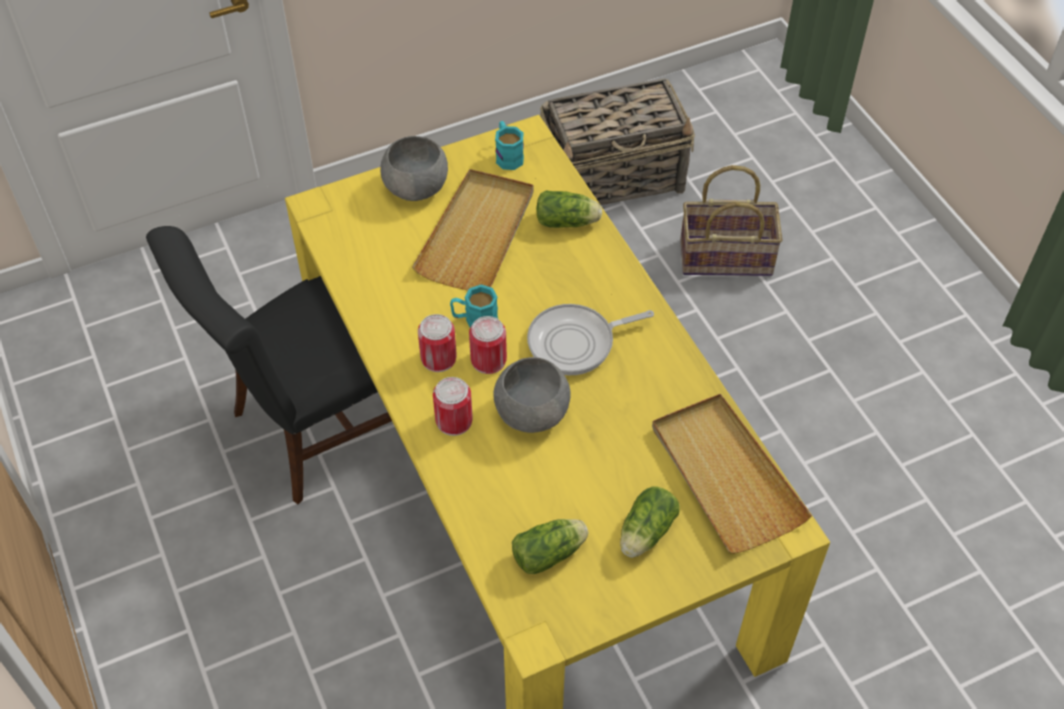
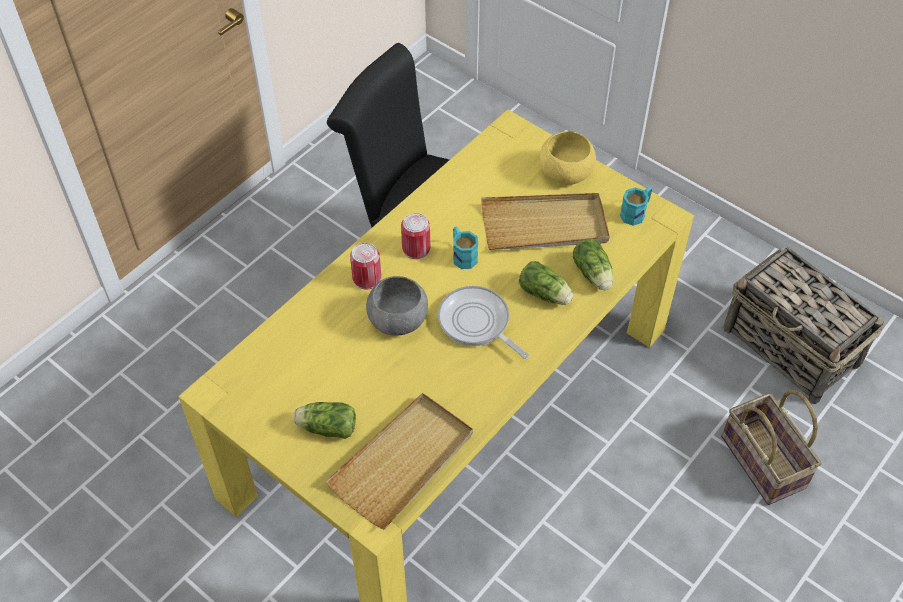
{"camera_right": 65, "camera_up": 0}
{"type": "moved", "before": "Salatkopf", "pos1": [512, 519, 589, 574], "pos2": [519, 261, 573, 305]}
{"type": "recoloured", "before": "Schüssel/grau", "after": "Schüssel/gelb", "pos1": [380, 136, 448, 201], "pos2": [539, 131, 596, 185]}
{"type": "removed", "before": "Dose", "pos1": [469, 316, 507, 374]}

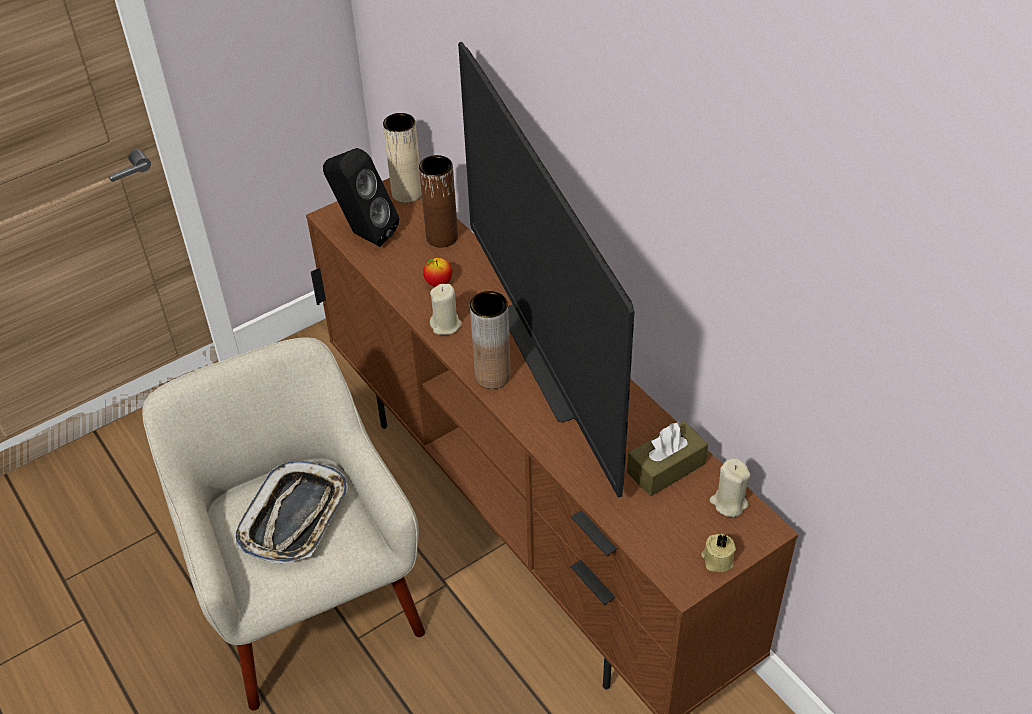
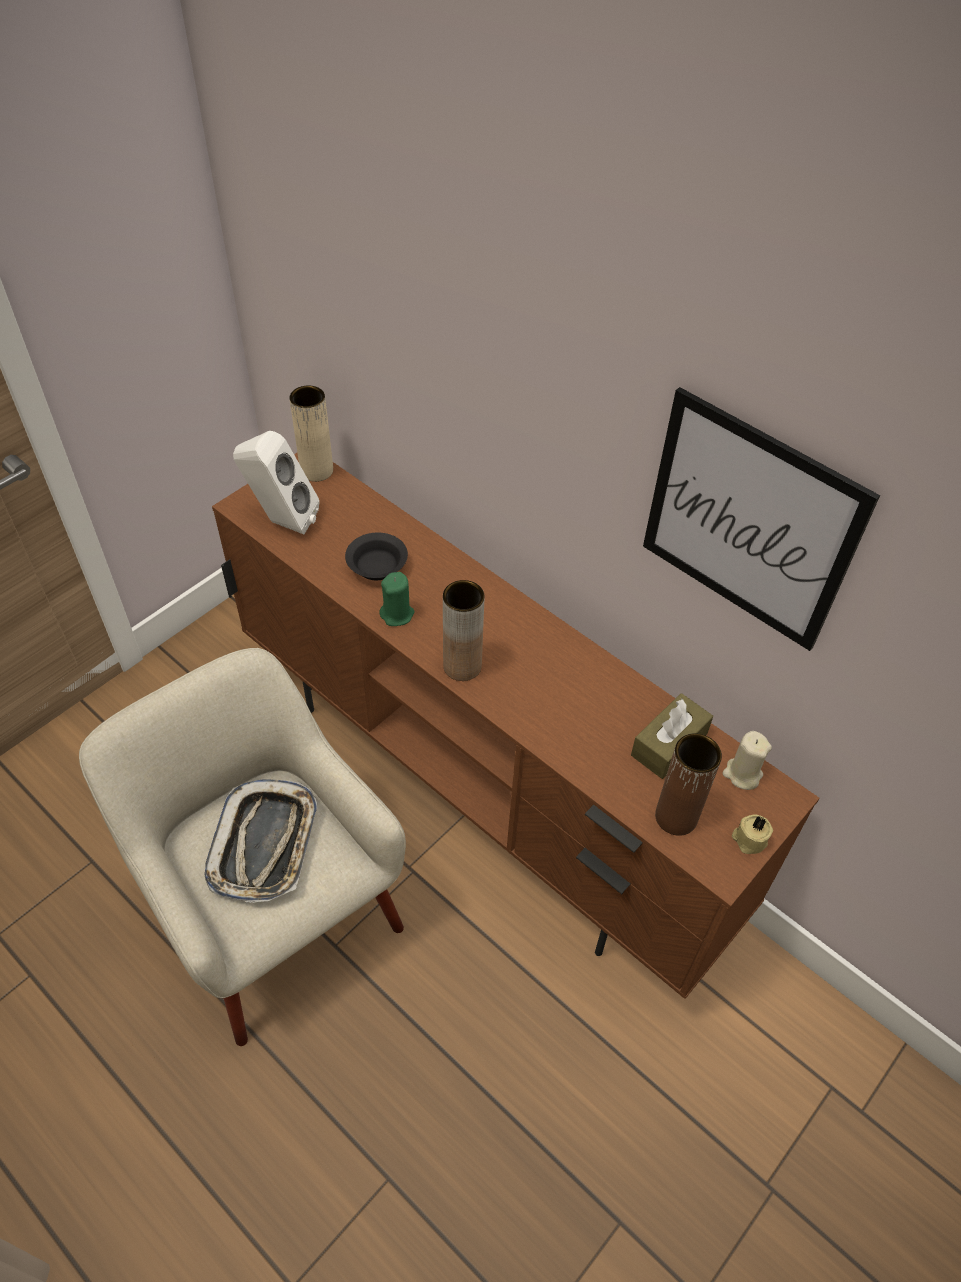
{"camera_right": -15, "camera_up": 5}
{"type": "recoloured", "before": "Lautsprecher/schwarz", "after": "Lautsprecher/weiß", "pos1": [323, 148, 399, 247], "pos2": [233, 431, 320, 535]}
{"type": "replaced", "before": "Apfel", "after": "Schüssel/schwarz", "pos1": [423, 258, 452, 287], "pos2": [345, 532, 408, 580]}
{"type": "recoloured", "before": "Kerze/beige", "after": "Kerze/grün", "pos1": [430, 284, 462, 335], "pos2": [380, 572, 415, 626]}
{"type": "added", "after": "Bild", "pos2": [643, 387, 880, 651]}
{"type": "moved", "before": "Vase/braun", "pos1": [419, 155, 458, 248], "pos2": [655, 733, 722, 836]}
{"type": "removed", "before": "Fernseher", "pos1": [458, 42, 635, 497]}

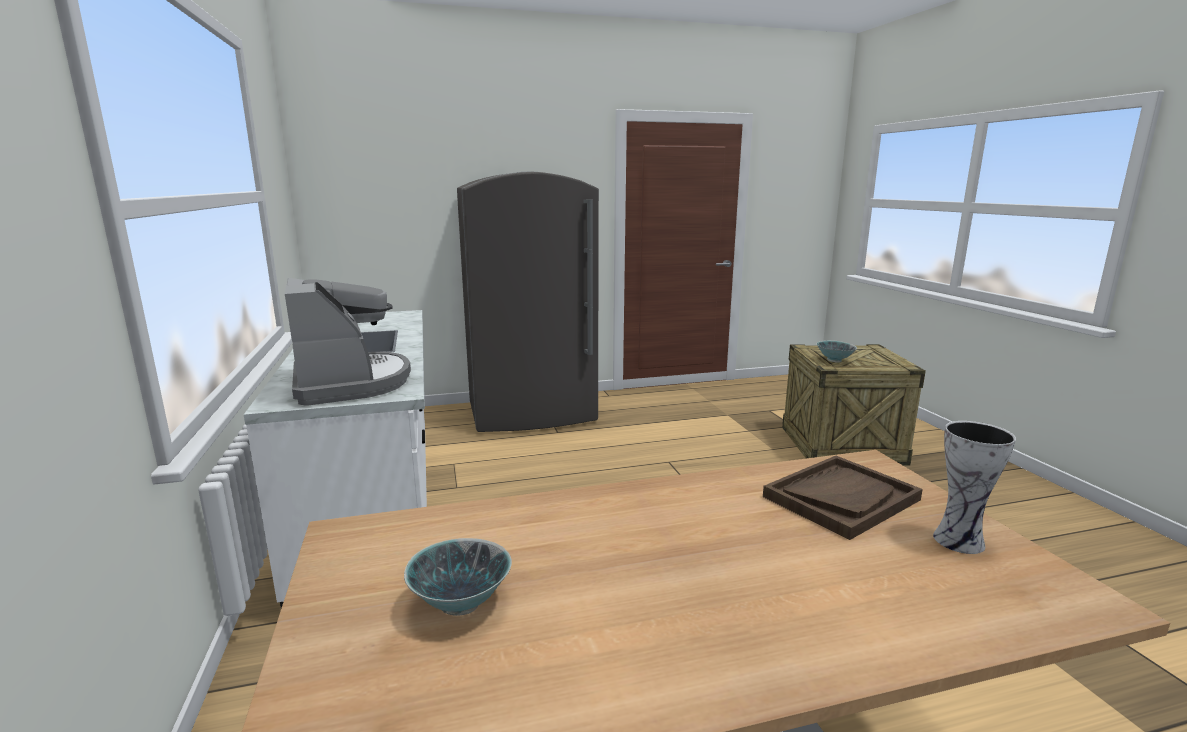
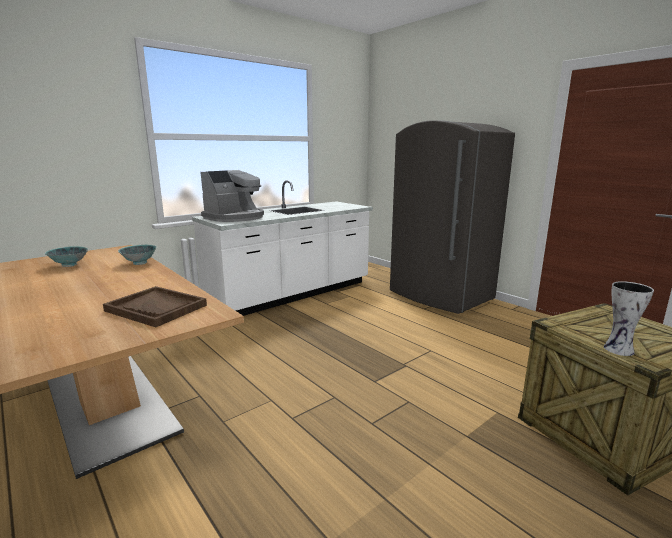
{"camera_right": 65, "camera_up": 0}
{"type": "moved", "before": "Schüssel", "pos1": [817, 340, 857, 362], "pos2": [118, 244, 157, 265]}
{"type": "moved", "before": "Vase", "pos1": [933, 421, 1016, 554], "pos2": [604, 281, 654, 356]}

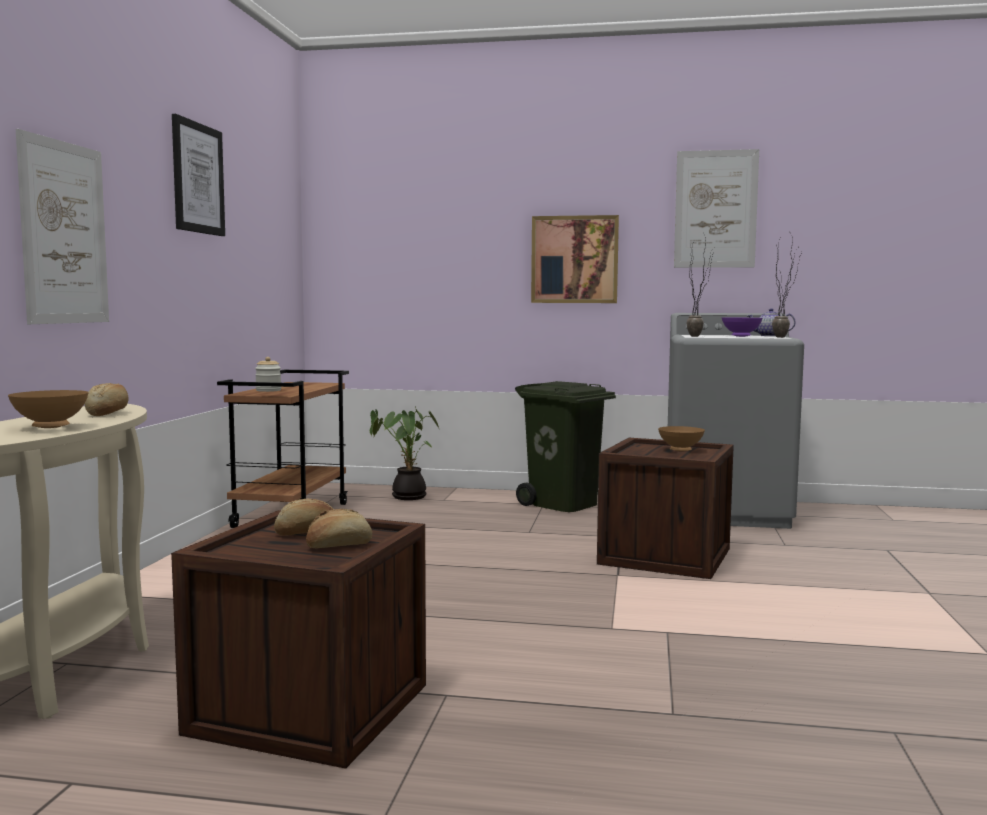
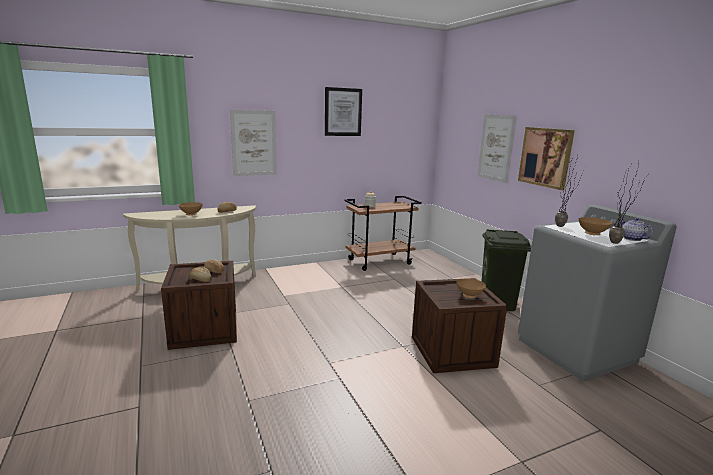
{"camera_right": 55, "camera_up": 10}
{"type": "moved", "before": "Bild", "pos1": [674, 149, 759, 268], "pos2": [477, 114, 517, 183]}
{"type": "recoloured", "before": "Schüssel/lila", "after": "Schüssel/braun", "pos1": [722, 318, 762, 337], "pos2": [579, 217, 612, 235]}
{"type": "removed", "before": "Topfpflanze", "pos1": [370, 406, 439, 500]}

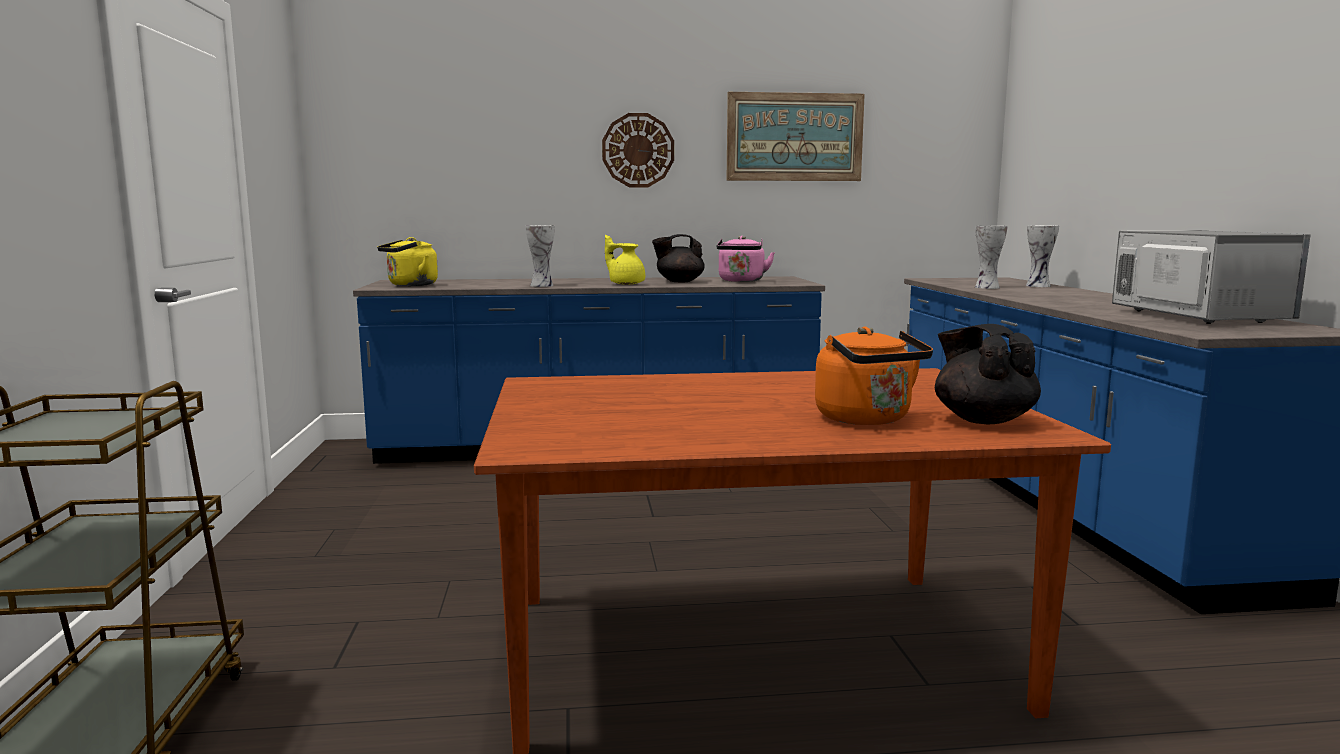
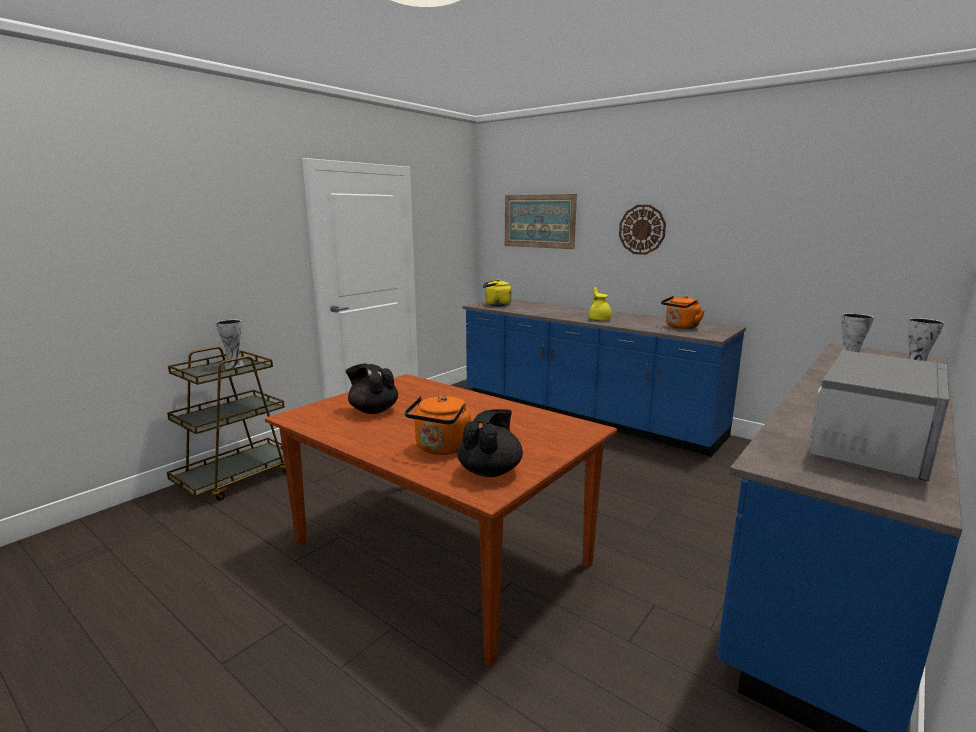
{"camera_right": 45, "camera_up": 5}
{"type": "moved", "before": "Vase", "pos1": [525, 225, 555, 287], "pos2": [216, 319, 244, 369]}
{"type": "moved", "before": "Teekanne/schwarz", "pos1": [652, 234, 705, 283], "pos2": [346, 364, 398, 414]}
{"type": "moved", "before": "Bild", "pos1": [727, 92, 865, 181], "pos2": [505, 194, 577, 249]}
{"type": "recoloured", "before": "Wasserkessel/rosa", "after": "Wasserkessel/orange", "pos1": [717, 236, 775, 282], "pos2": [661, 296, 705, 329]}

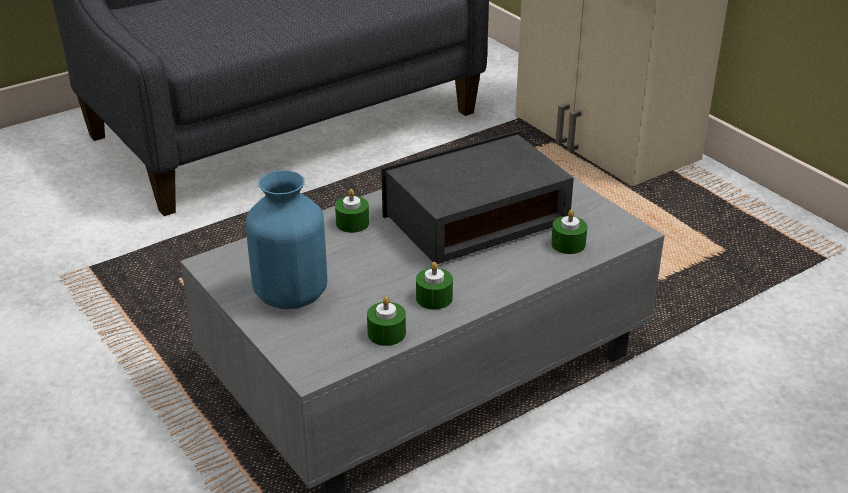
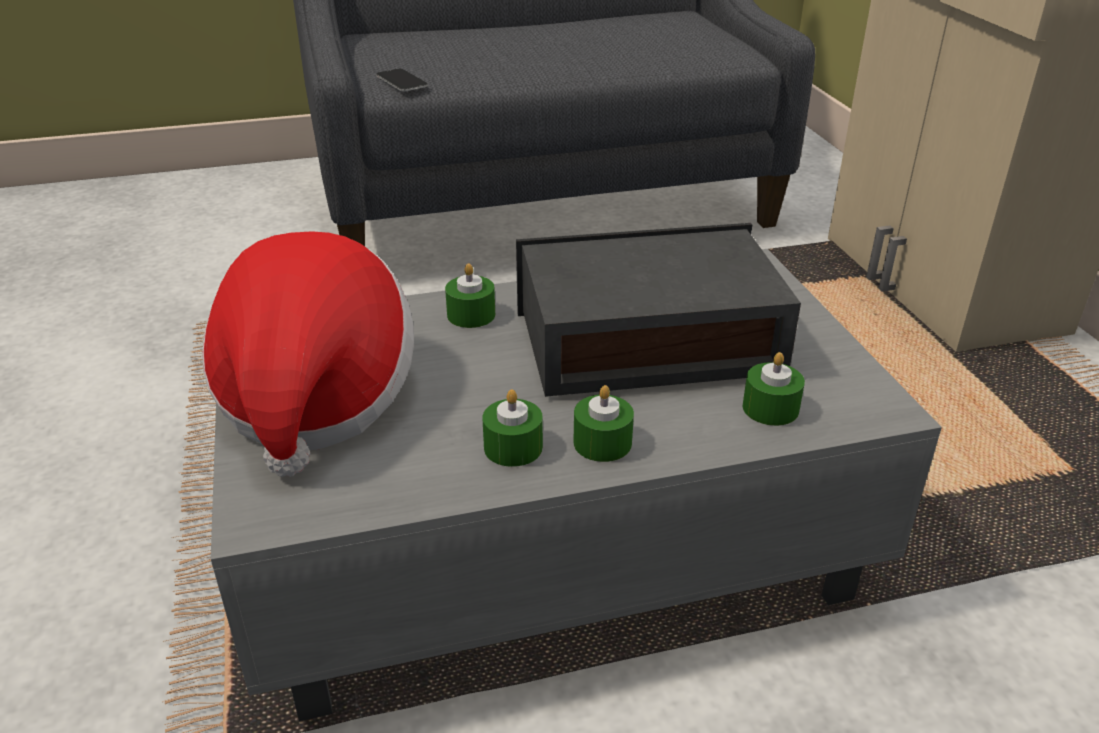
{"camera_right": 20, "camera_up": 0}
{"type": "replaced", "before": "Vase/blau", "after": "Hut", "pos1": [246, 170, 327, 309], "pos2": [202, 231, 414, 477]}
{"type": "added", "after": "Handy", "pos2": [376, 69, 428, 92]}
{"type": "moved", "before": "Kerze/grün", "pos1": [367, 296, 406, 346], "pos2": [574, 385, 634, 462]}

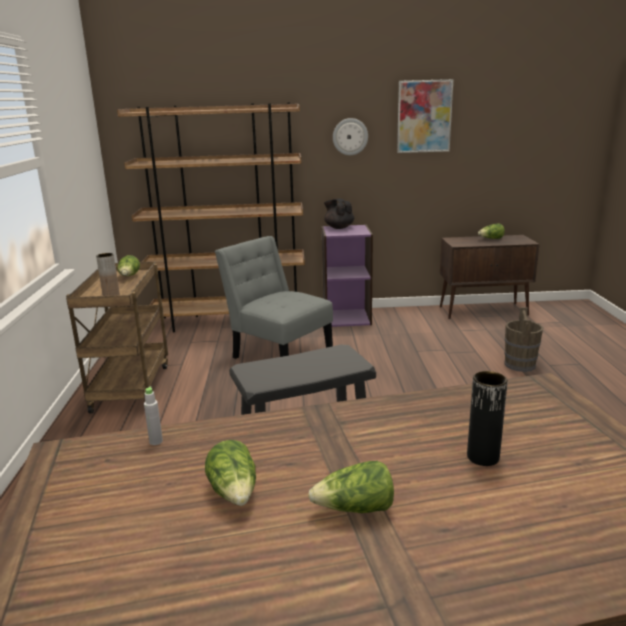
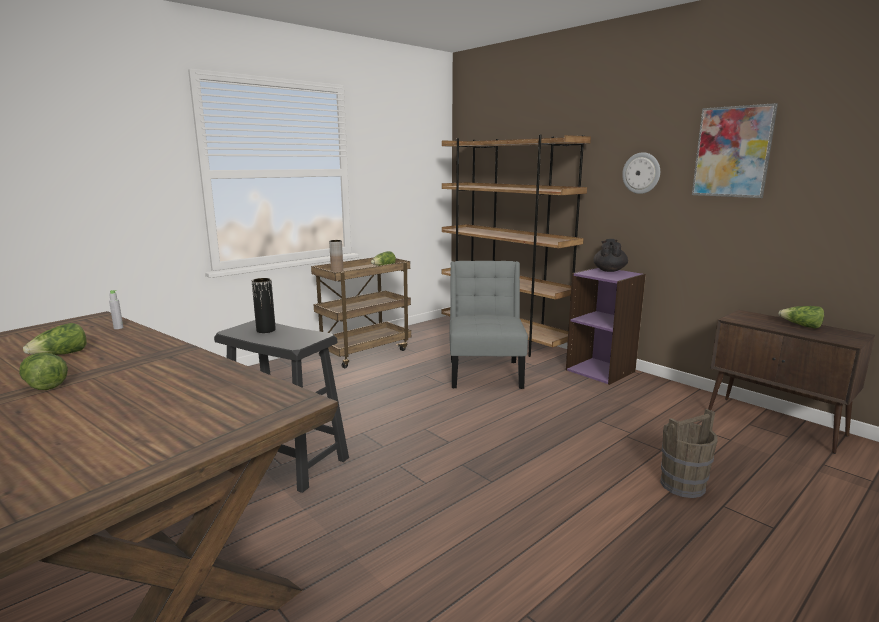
{"camera_right": 50, "camera_up": -5}
{"type": "moved", "before": "Vase/schwarz", "pos1": [467, 371, 508, 466], "pos2": [252, 278, 276, 333]}

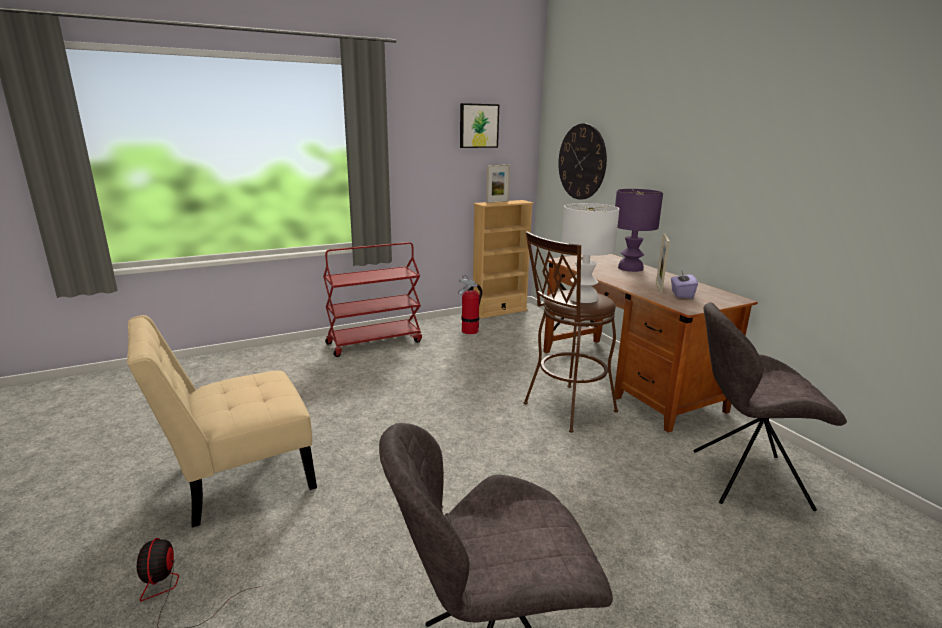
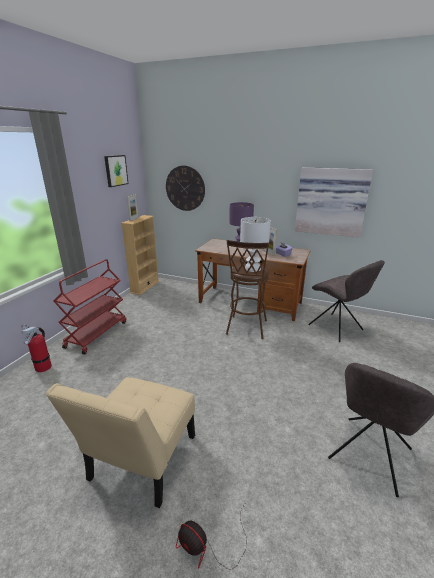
{"camera_right": -40, "camera_up": 5}
{"type": "moved", "before": "Feuerlöscher", "pos1": [458, 274, 483, 334], "pos2": [21, 325, 52, 372]}
{"type": "added", "after": "Bild", "pos2": [295, 167, 373, 238]}
{"type": "turned", "before": "Stuhl/grau", "pos1": [694, 302, 847, 511], "pos2": [308, 260, 385, 342], "turn": -90}

